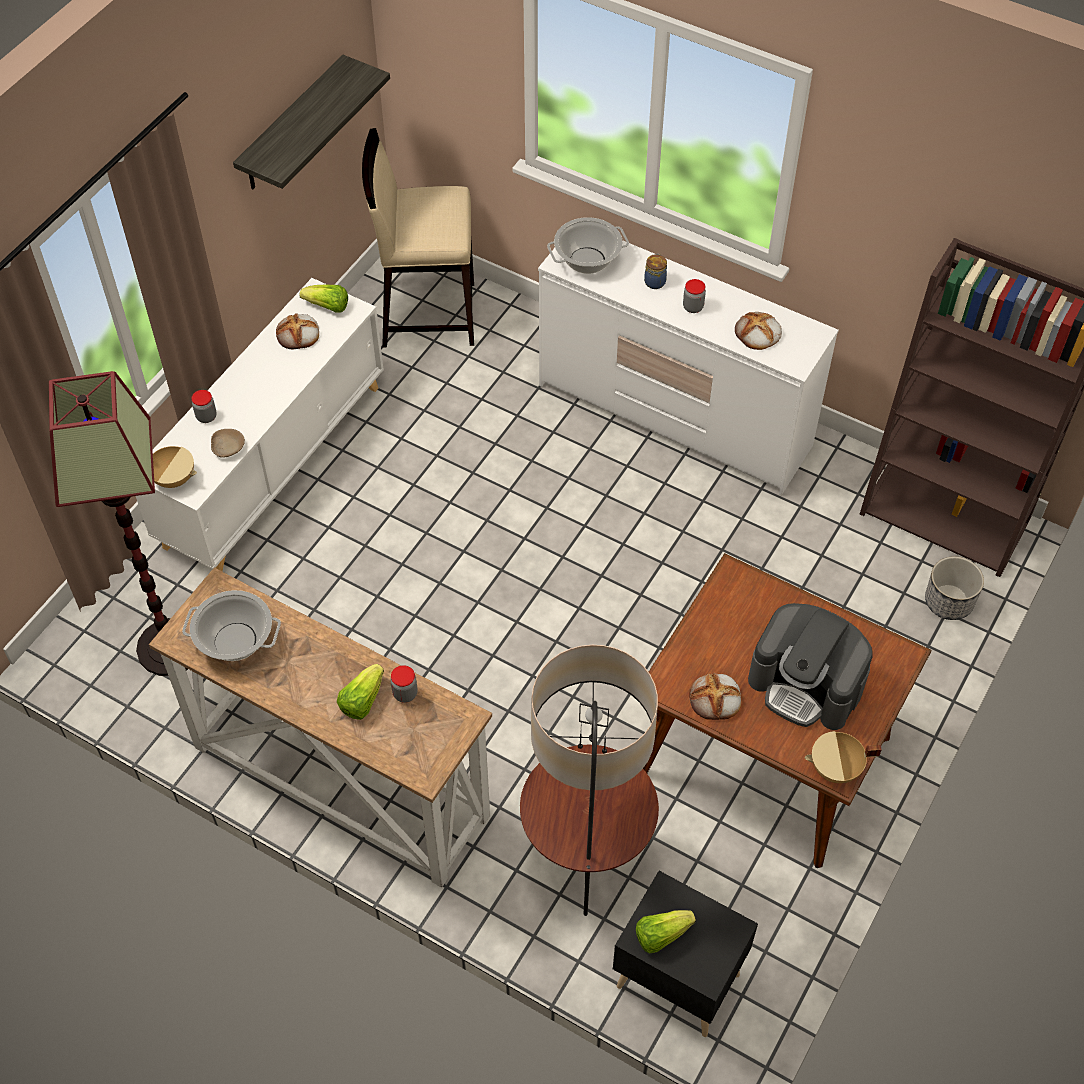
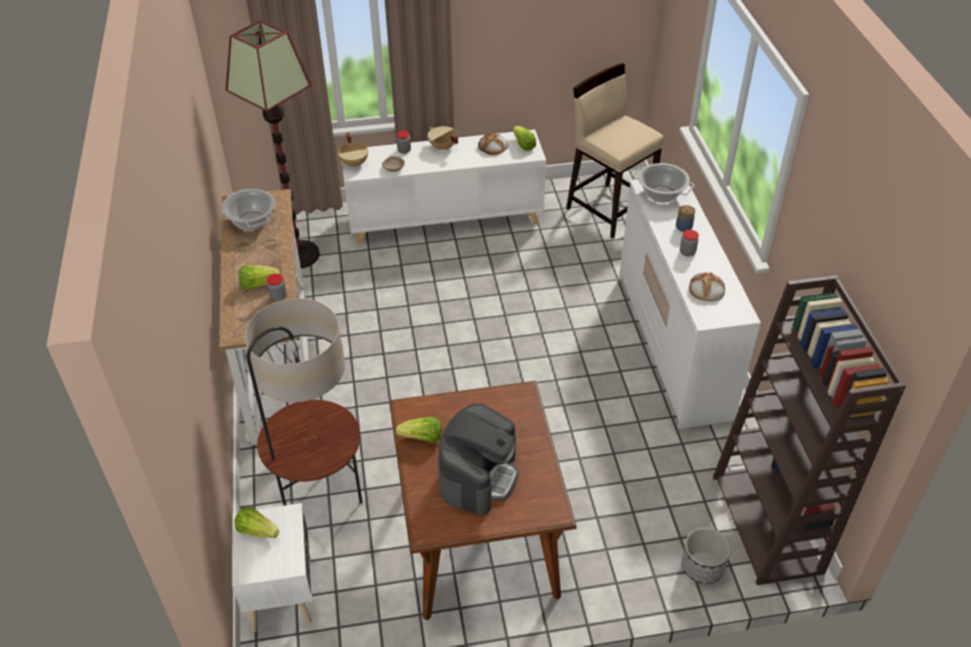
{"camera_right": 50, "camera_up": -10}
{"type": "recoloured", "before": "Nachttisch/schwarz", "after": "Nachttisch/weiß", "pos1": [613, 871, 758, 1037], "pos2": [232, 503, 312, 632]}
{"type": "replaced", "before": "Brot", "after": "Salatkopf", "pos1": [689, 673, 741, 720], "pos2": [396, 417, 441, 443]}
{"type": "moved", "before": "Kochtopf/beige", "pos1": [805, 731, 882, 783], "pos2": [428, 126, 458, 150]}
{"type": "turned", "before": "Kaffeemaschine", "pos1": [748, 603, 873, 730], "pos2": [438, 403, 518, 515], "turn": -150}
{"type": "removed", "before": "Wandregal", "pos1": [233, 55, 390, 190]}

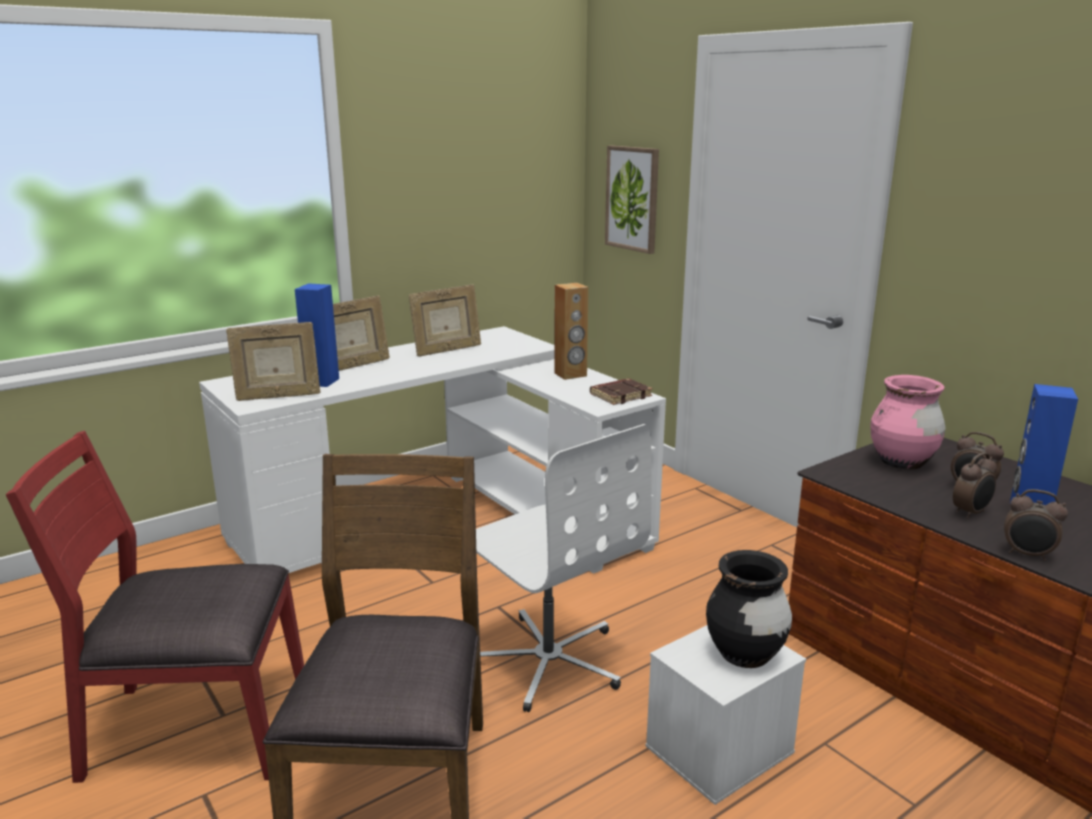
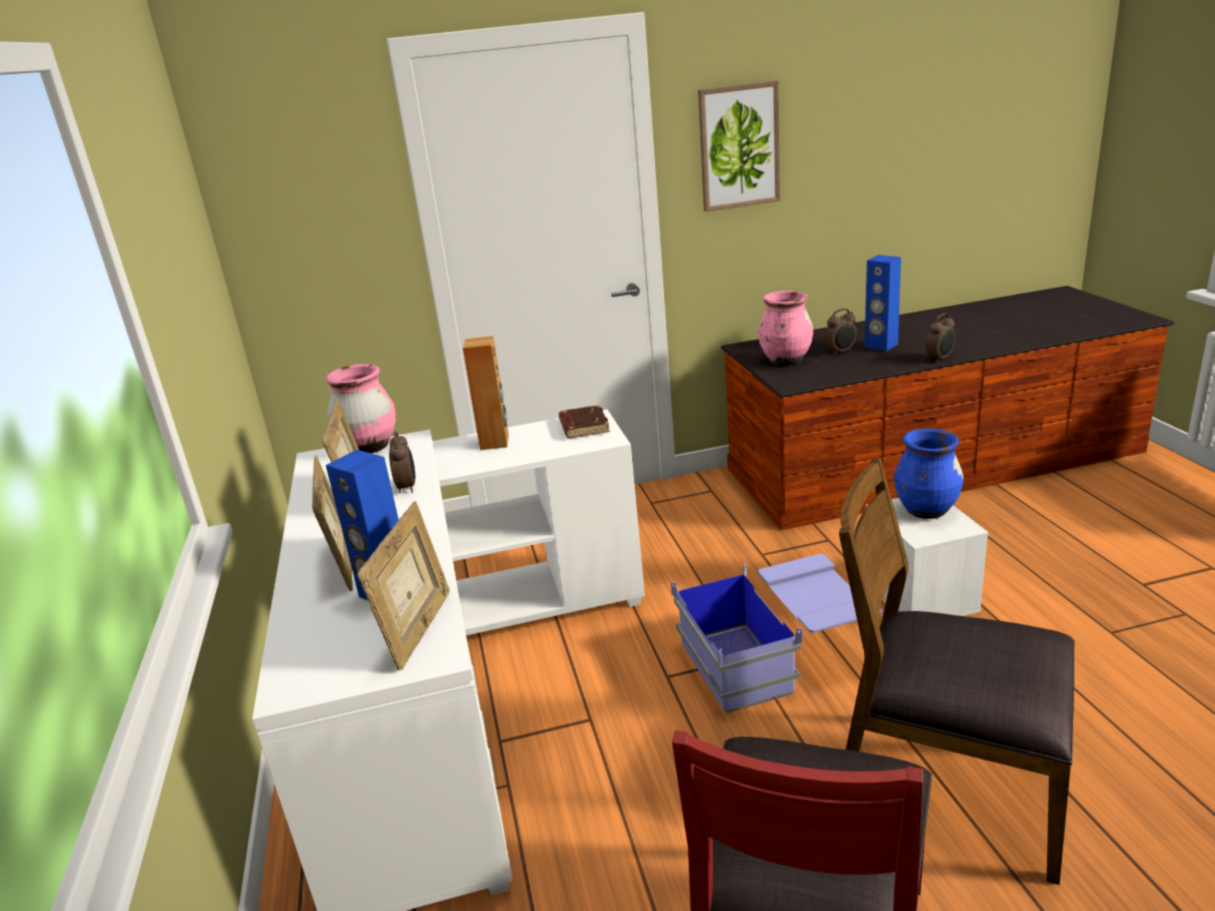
{"camera_right": -65, "camera_up": 5}
{"type": "added", "after": "Vase/rosa", "pos2": [325, 364, 396, 453]}
{"type": "moved", "before": "Wecker", "pos1": [953, 452, 997, 519], "pos2": [389, 431, 416, 493]}
{"type": "replaced", "before": "Bürostuhl/weiß", "after": "Aufbewahrungsbox/blau", "pos1": [476, 424, 651, 712], "pos2": [671, 554, 882, 713]}
{"type": "moved", "before": "Bild", "pos1": [605, 146, 659, 254], "pos2": [698, 81, 780, 212]}
{"type": "recoloured", "before": "Vase/schwarz", "after": "Vase/blau", "pos1": [706, 550, 792, 668], "pos2": [894, 429, 964, 519]}

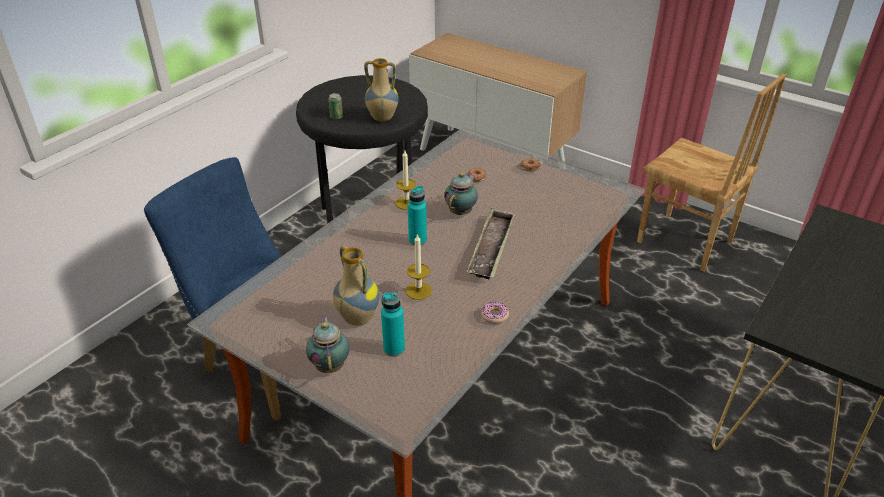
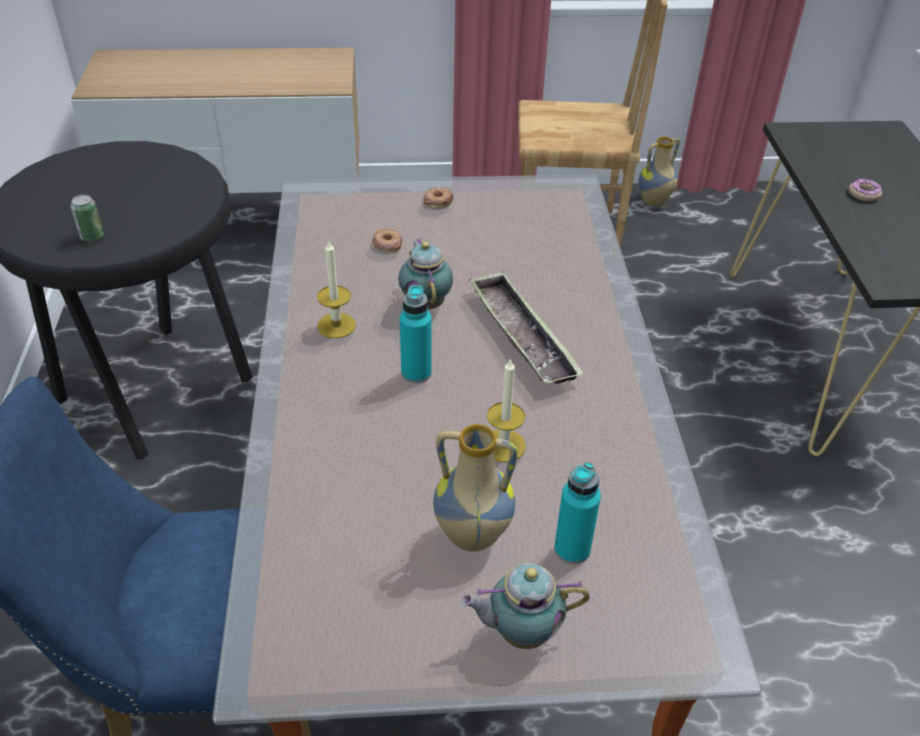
{"camera_right": -40, "camera_up": 5}
{"type": "turned", "before": "Teekanne", "pos1": [306, 316, 349, 373], "pos2": [461, 563, 590, 649], "turn": -45}
{"type": "moved", "before": "Vase", "pos1": [364, 58, 399, 122], "pos2": [639, 137, 680, 206]}
{"type": "moved", "before": "Donut", "pos1": [481, 301, 509, 324], "pos2": [849, 179, 882, 201]}

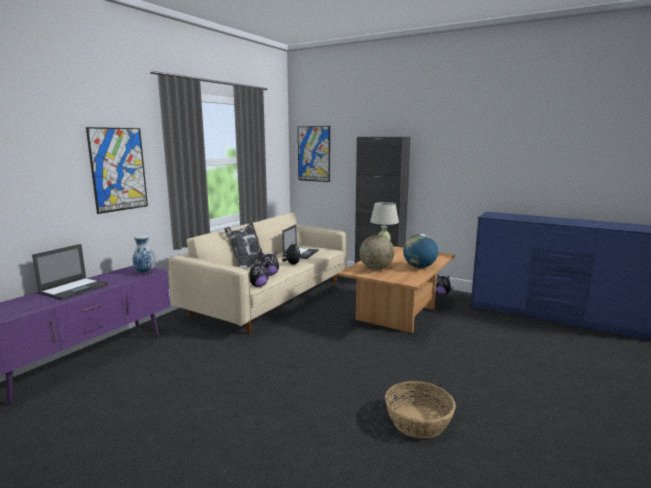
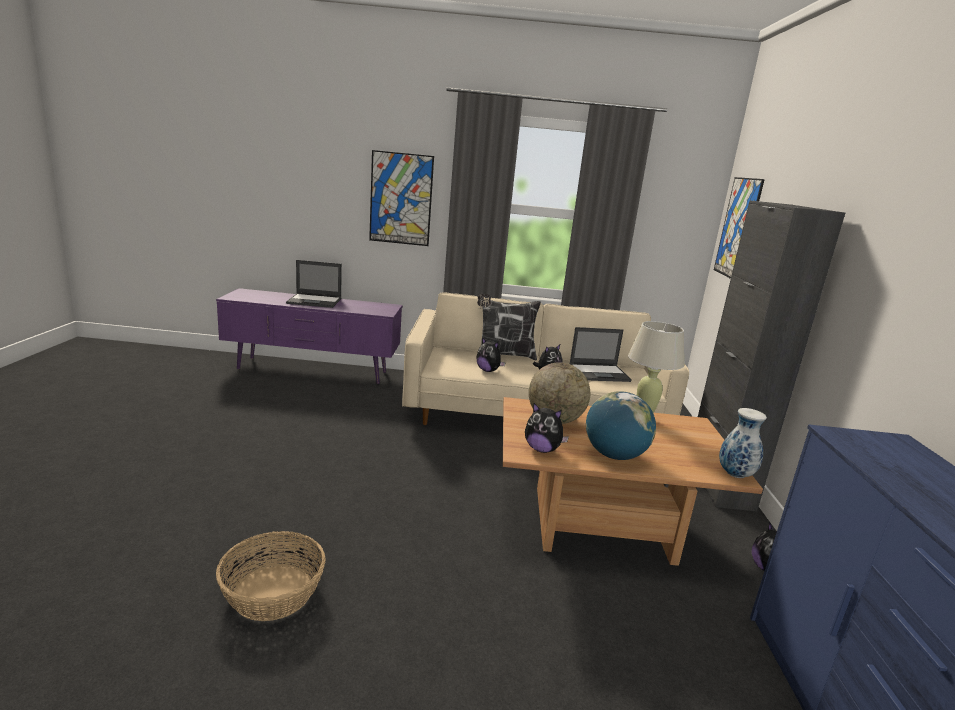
{"camera_right": 60, "camera_up": 5}
{"type": "moved", "before": "Plüschtier", "pos1": [249, 261, 269, 287], "pos2": [525, 403, 569, 453]}
{"type": "moved", "before": "Vase", "pos1": [133, 235, 156, 273], "pos2": [719, 408, 767, 478]}

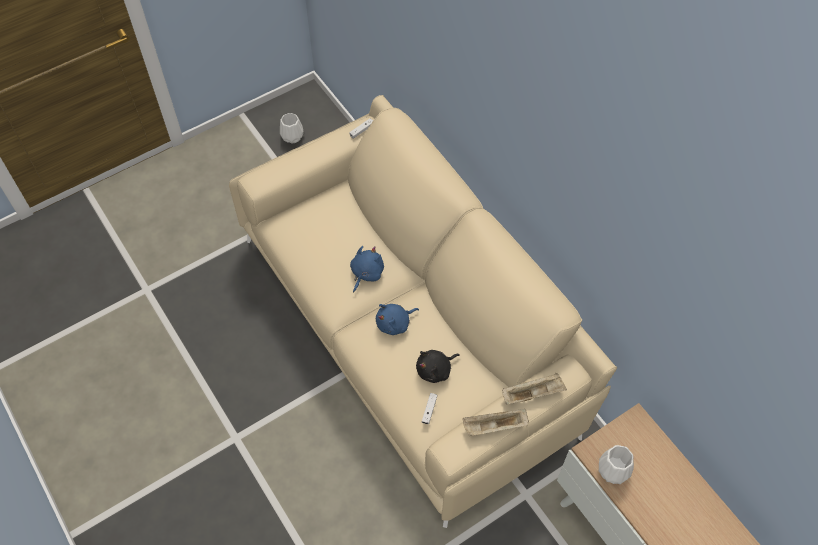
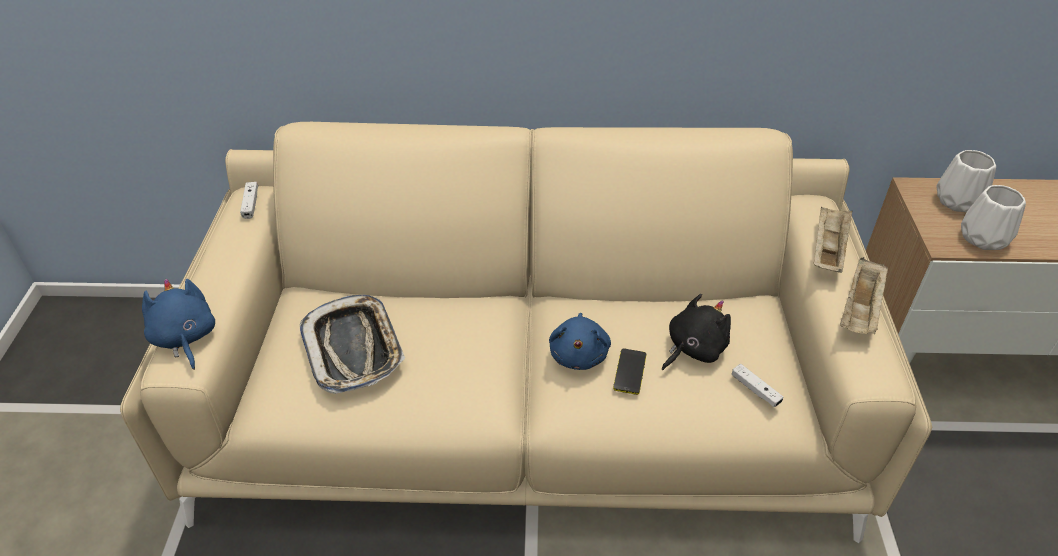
{"camera_right": -55, "camera_up": -15}
{"type": "moved", "before": "Plüschtier/blau", "pos1": [350, 246, 384, 293], "pos2": [142, 279, 215, 370]}
{"type": "added", "after": "Tablett", "pos2": [300, 295, 405, 394]}
{"type": "added", "after": "Handy", "pos2": [613, 348, 646, 395]}
{"type": "turned", "before": "Plüschtier/schwarz", "pos1": [416, 350, 460, 383], "pos2": [662, 294, 731, 370], "turn": -135}
{"type": "moved", "before": "Vase/weiß", "pos1": [280, 113, 304, 143], "pos2": [937, 150, 996, 212]}

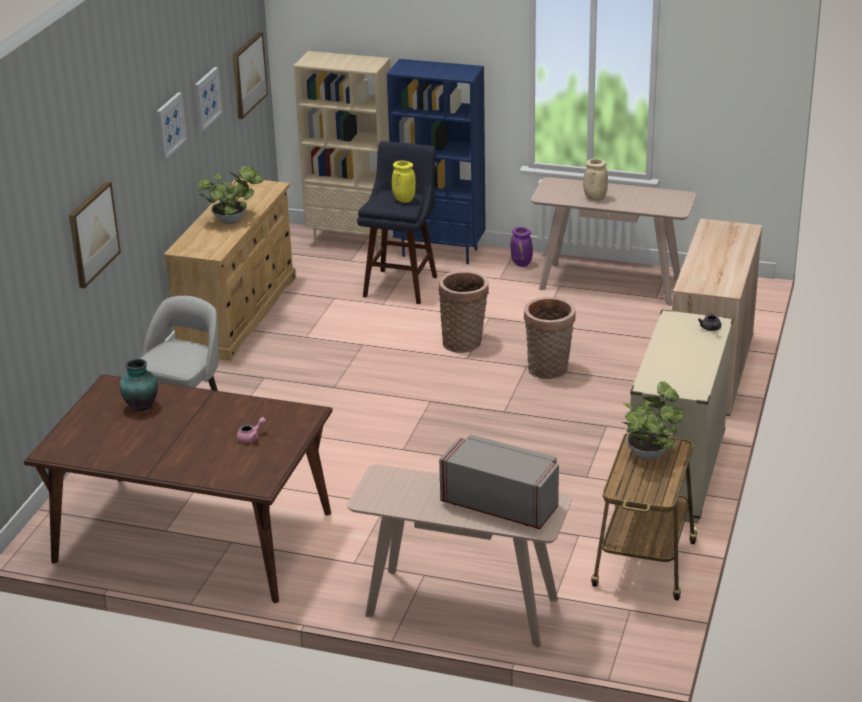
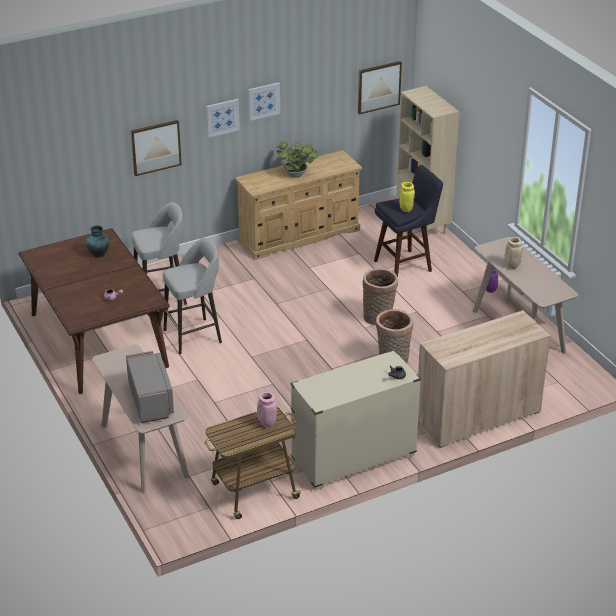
{"camera_right": 45, "camera_up": 5}
{"type": "added", "after": "Hocker/grau", "pos2": [163, 238, 222, 354]}
{"type": "moved", "before": "Bild", "pos1": [195, 67, 222, 131], "pos2": [206, 99, 240, 138]}
{"type": "replaced", "before": "Topfpflanze", "after": "Vase/rosa", "pos1": [622, 382, 684, 460], "pos2": [257, 391, 277, 428]}
{"type": "removed", "before": "Bücherregal/blau", "pos1": [387, 59, 486, 264]}

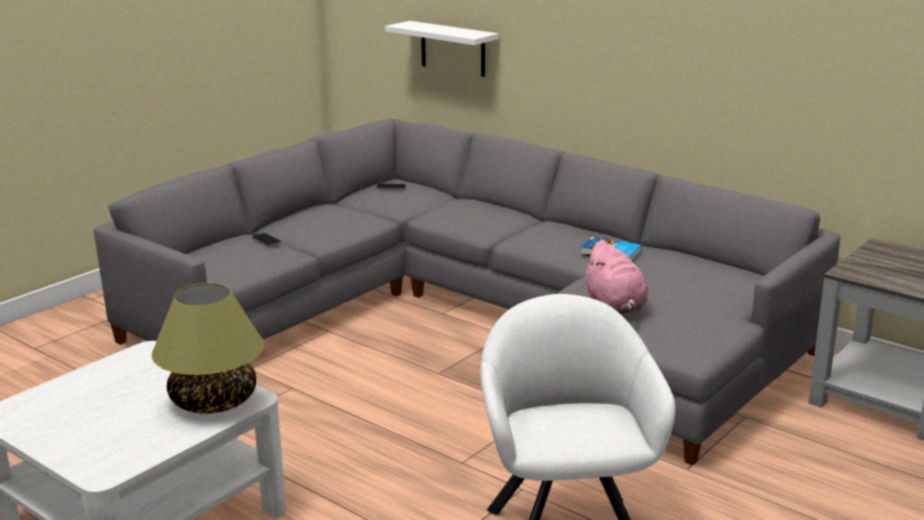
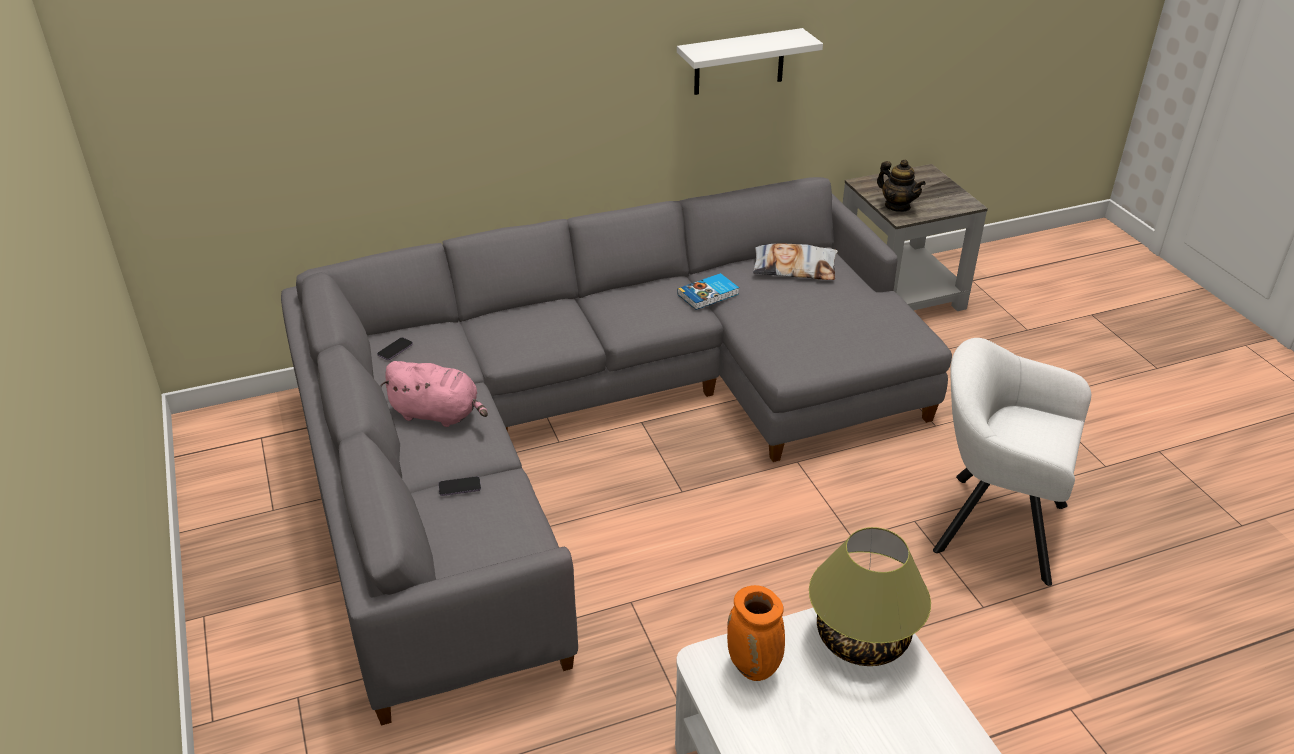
{"camera_right": -60, "camera_up": 15}
{"type": "moved", "before": "Plüschtier/rosa", "pos1": [583, 240, 648, 314], "pos2": [380, 361, 488, 427]}
{"type": "moved", "before": "Wandregal/weiß", "pos1": [385, 21, 499, 77], "pos2": [677, 28, 823, 95]}
{"type": "added", "after": "Vase/orange", "pos2": [727, 585, 785, 681]}
{"type": "added", "after": "Kissen", "pos2": [753, 244, 838, 280]}
{"type": "added", "after": "Teekanne", "pos2": [877, 160, 926, 212]}

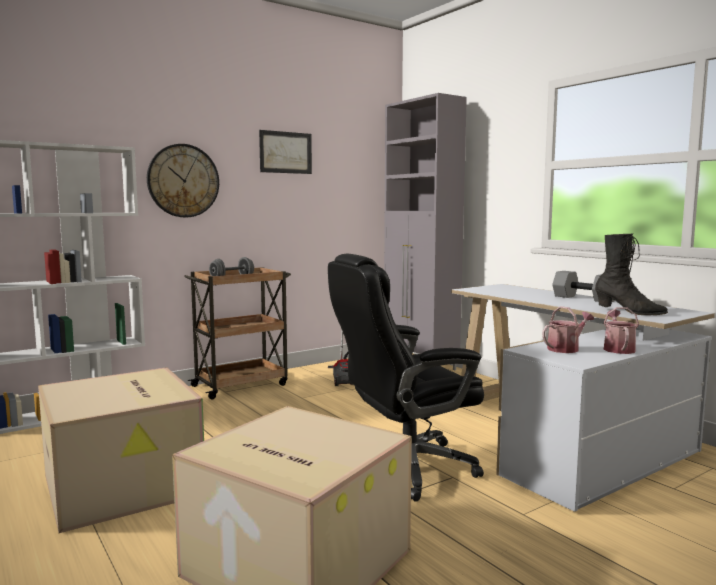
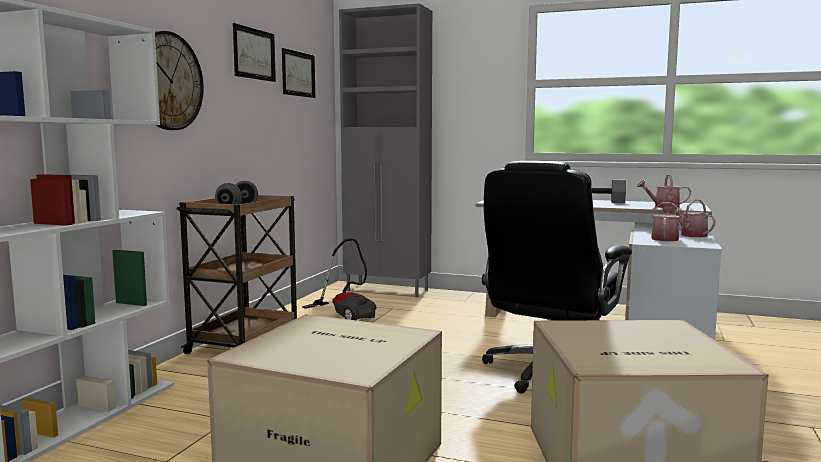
{"camera_right": -35, "camera_up": 0}
{"type": "added", "after": "Bild", "pos2": [282, 48, 315, 98]}
{"type": "replaced", "before": "Stiefel/schwarz", "after": "Gießkanne", "pos1": [595, 234, 668, 315], "pos2": [637, 174, 691, 208]}

